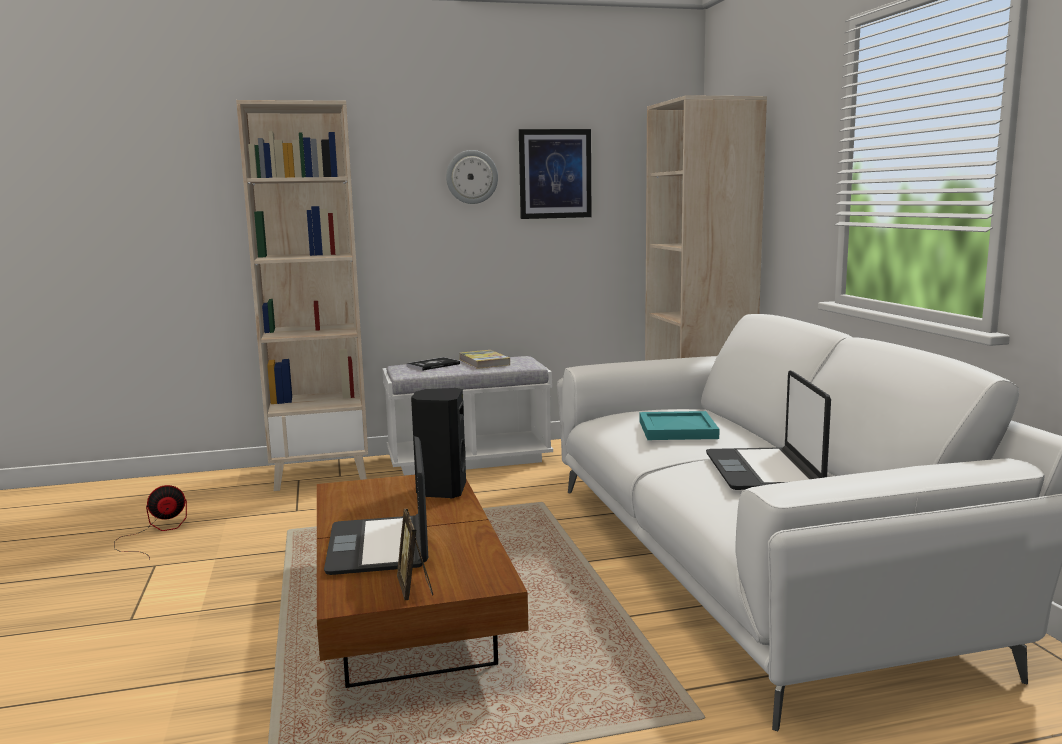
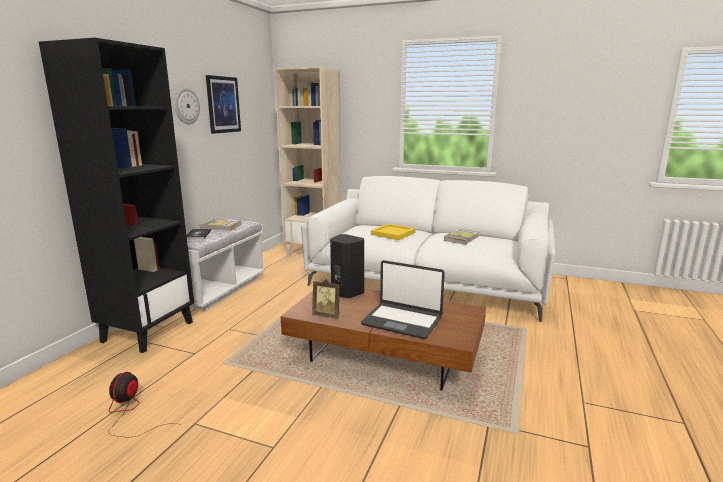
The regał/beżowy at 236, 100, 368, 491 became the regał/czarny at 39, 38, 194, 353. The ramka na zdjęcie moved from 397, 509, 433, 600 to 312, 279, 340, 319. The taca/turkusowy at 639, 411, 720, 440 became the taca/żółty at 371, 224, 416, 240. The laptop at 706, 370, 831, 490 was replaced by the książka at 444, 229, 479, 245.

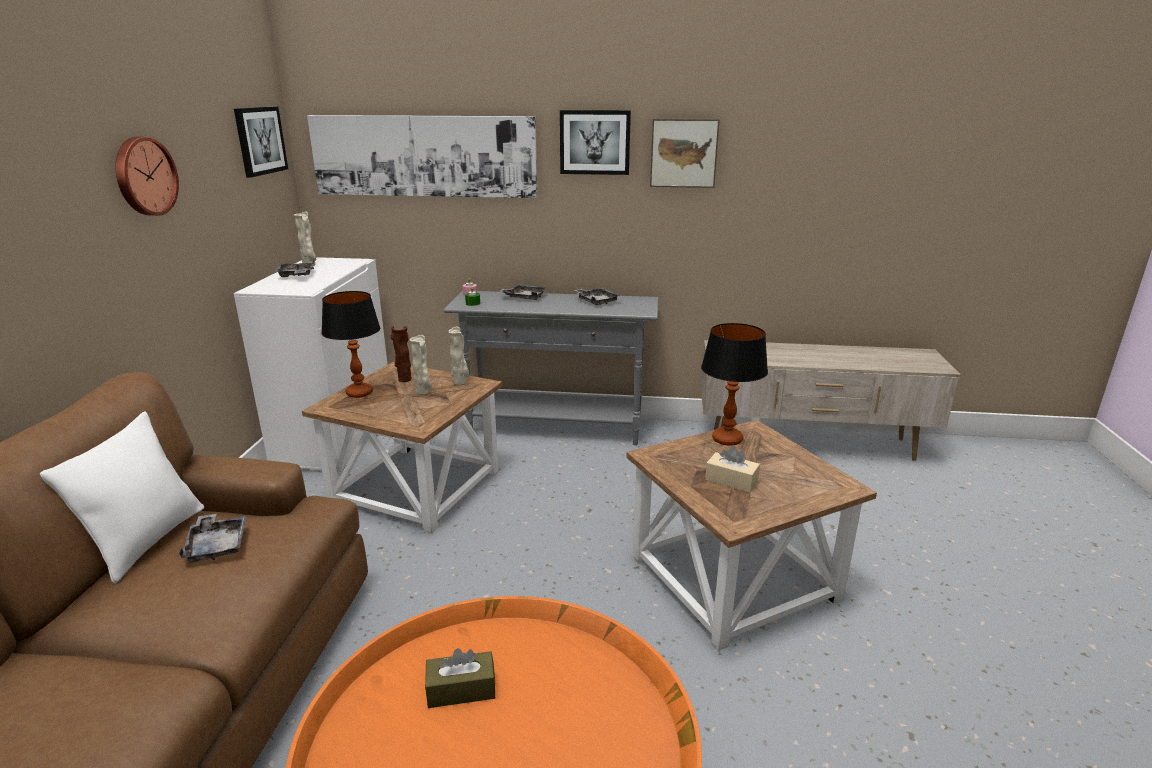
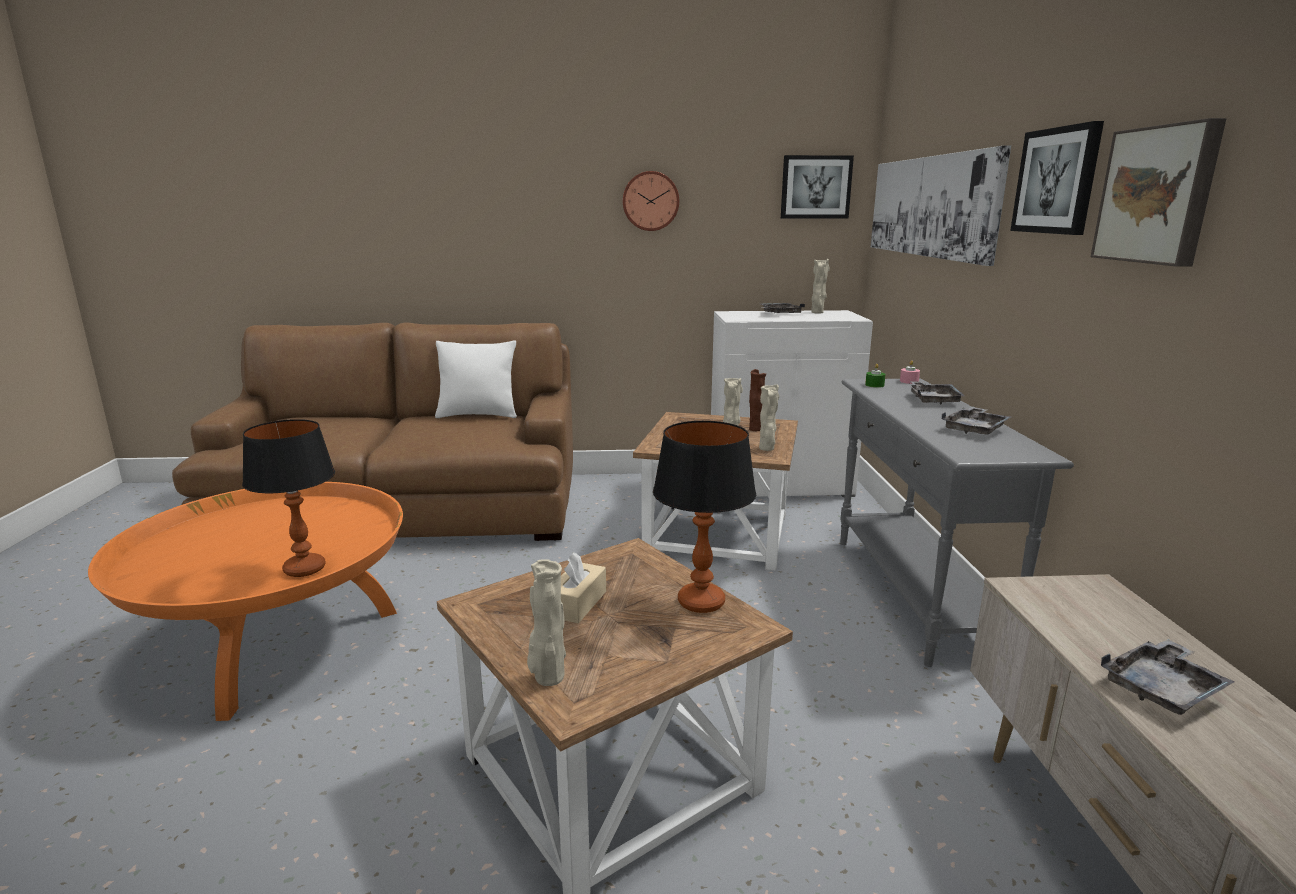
The lampa stołowa moved from 321, 291, 380, 398 to 242, 419, 335, 577. The wazon/beżowy at 527, 559, 566, 686 appeared. The taca/szary moved from 179, 513, 246, 563 to 1101, 639, 1234, 715. The pudełko chusteczek/brązowy at 425, 648, 495, 708 disappeared.

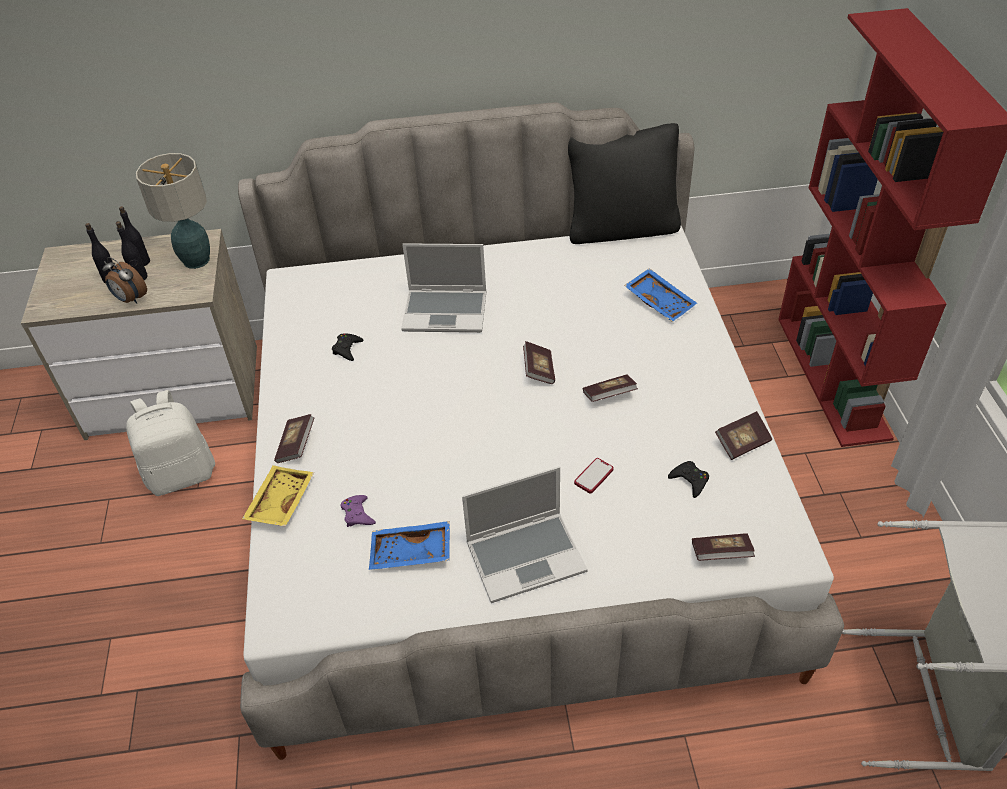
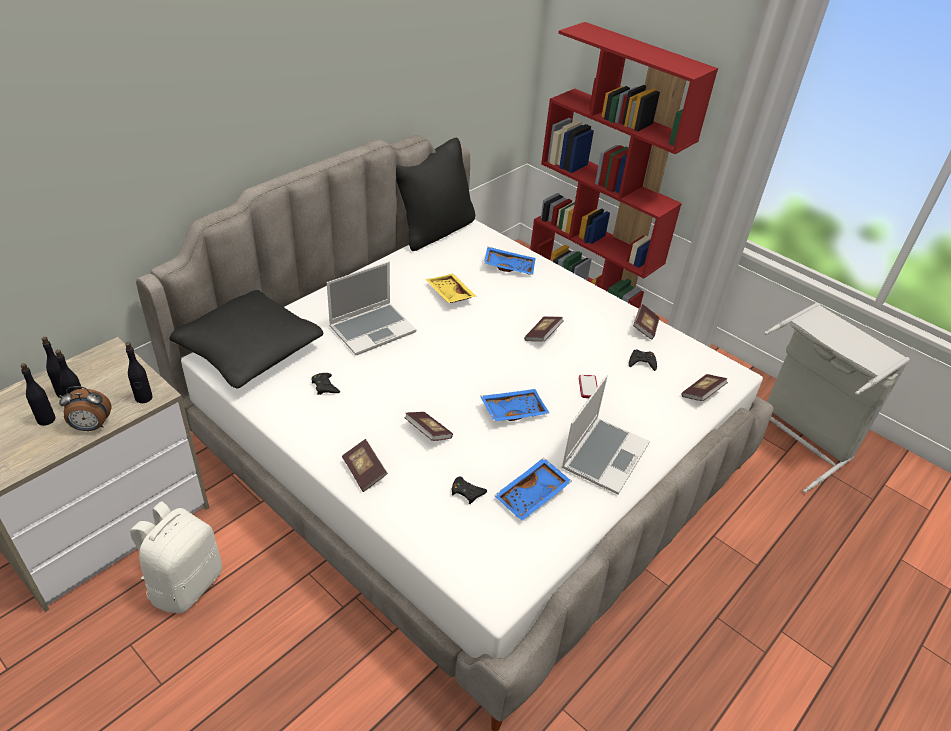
The butelka/czarny at 125, 342, 153, 403 appeared. The poduszka/czarny at 170, 290, 324, 389 appeared. The książka moved from 523, 341, 555, 384 to 404, 412, 453, 441. The taca/żółty moved from 242, 465, 314, 527 to 426, 274, 476, 303. The pad do gier/fioletowy at 341, 495, 376, 527 became the pad do gier/czarny at 452, 476, 487, 504. The taca/niebieski at 480, 389, 550, 421 appeared. The lampa stołowa at 136, 153, 210, 269 disappeared.

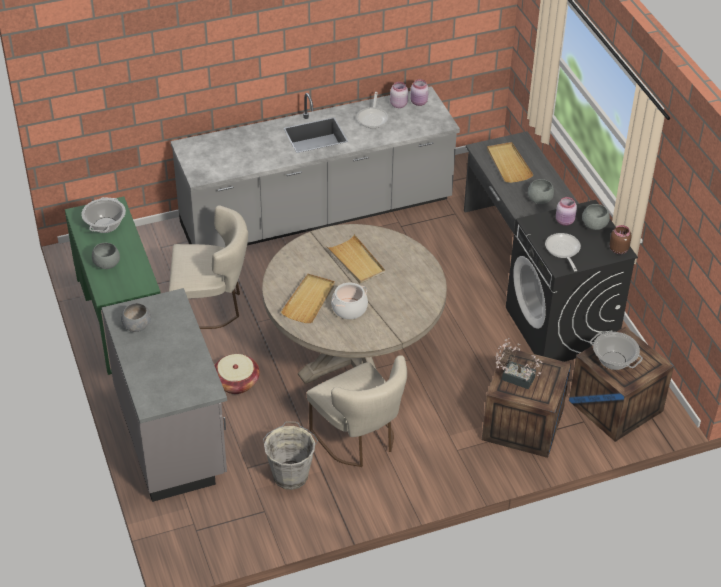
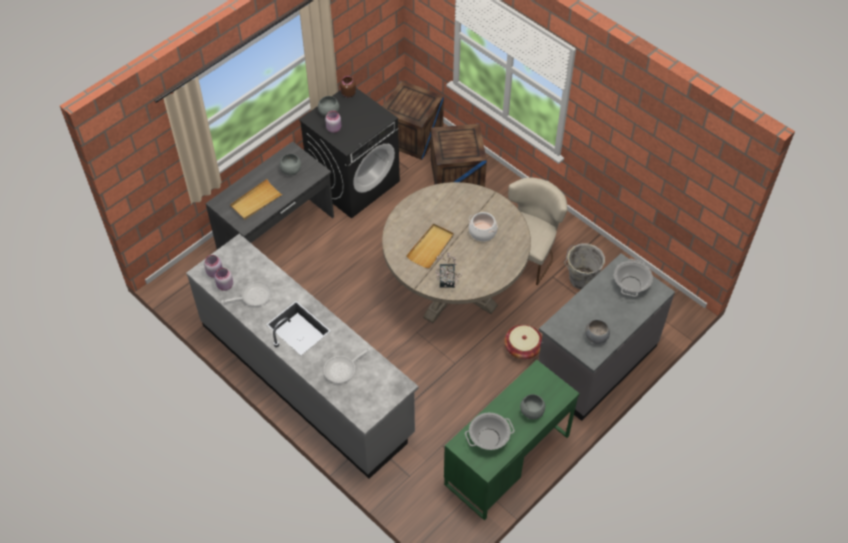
The patelnia moved from 545, 233, 581, 271 to 324, 348, 371, 383. The roślina doniczkowa moved from 495, 338, 543, 389 to 435, 252, 462, 288. The garnek moved from 590, 332, 643, 370 to 614, 259, 653, 297. The krzesło/beżowy at 169, 205, 248, 329 disappeared. The taca/beżowy at 281, 274, 335, 323 disappeared.

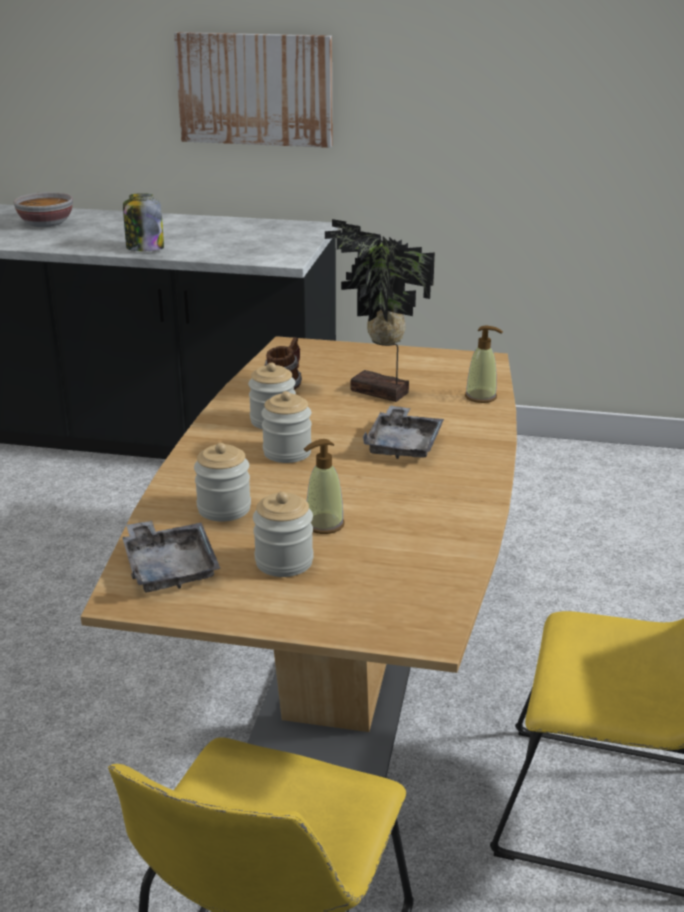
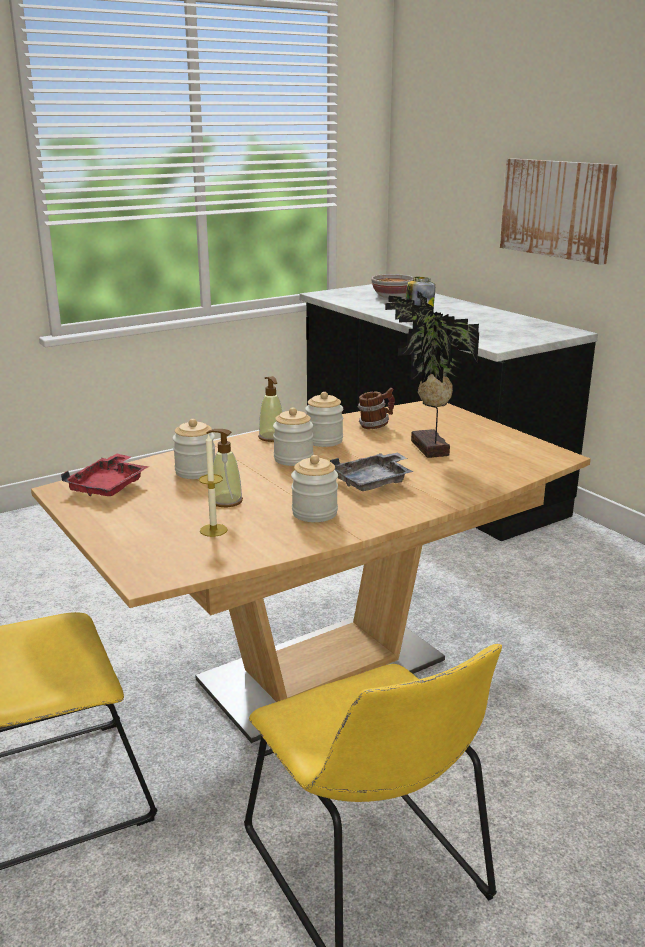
The taca/szary at 122, 520, 221, 592 became the taca/czerwony at 61, 453, 149, 496. The świeca at 199, 433, 228, 537 appeared. The dozownik mydła moved from 465, 326, 503, 403 to 258, 376, 282, 442. The słoik moved from 253, 492, 313, 577 to 291, 455, 338, 522.

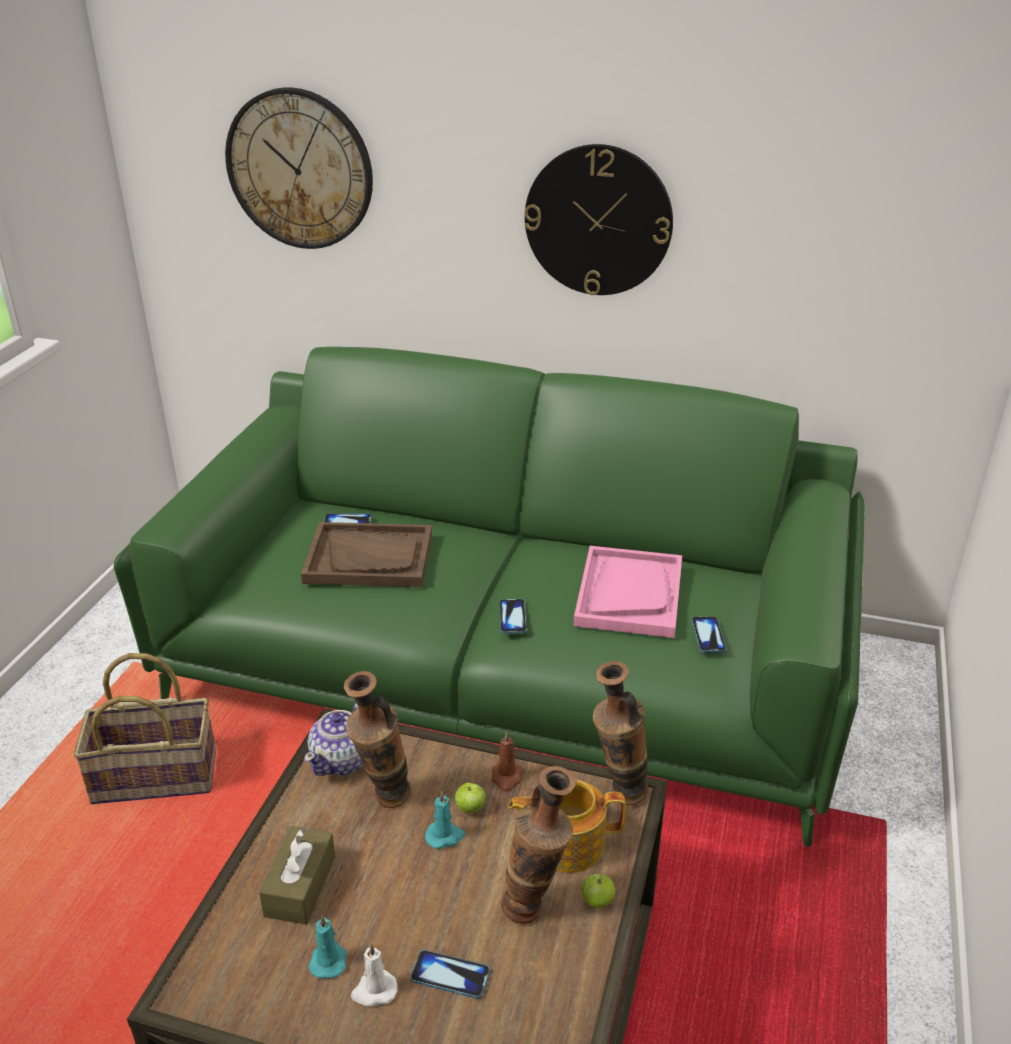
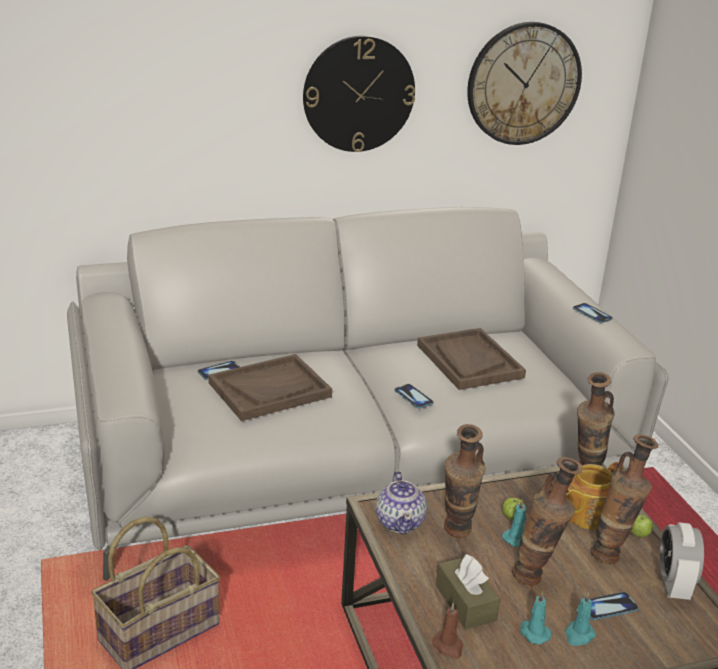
The kanapa/zielony at 114, 347, 865, 847 became the kanapa/szary at 67, 207, 668, 581. The taca/różowy at 574, 546, 682, 638 became the taca/brązowy at 417, 328, 526, 390. The świeca/brązowy moved from 492, 732, 523, 792 to 432, 603, 463, 659. The zegar ścienny moved from 225, 87, 373, 249 to 467, 22, 582, 145. The wazon at 512, 457, 583, 586 appeared. The świeca/biały at 351, 943, 397, 1007 became the świeca/turkusowy at 565, 592, 596, 646. The telefon moved from 691, 616, 727, 653 to 573, 303, 613, 323. The budzik at 659, 522, 704, 600 appeared.

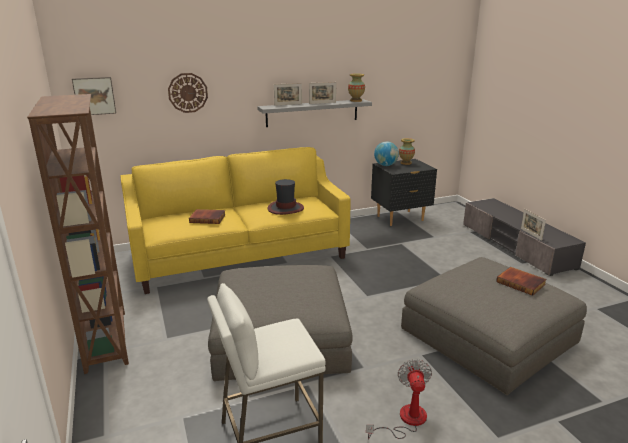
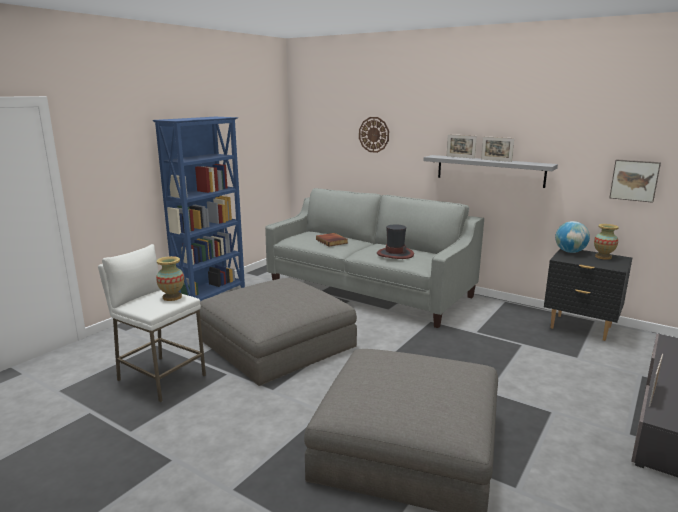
The regał/brązowy at 27, 94, 129, 374 became the regał/niebieski at 152, 117, 245, 301. The wazon moved from 348, 74, 365, 102 to 156, 256, 184, 301. The kanapa/żółty at 120, 147, 351, 294 became the kanapa/szary at 265, 188, 484, 328. The obraz moved from 72, 77, 116, 115 to 609, 159, 661, 203. The wentylator at 366, 359, 432, 439 disappeared. The książka at 496, 267, 547, 296 disappeared.

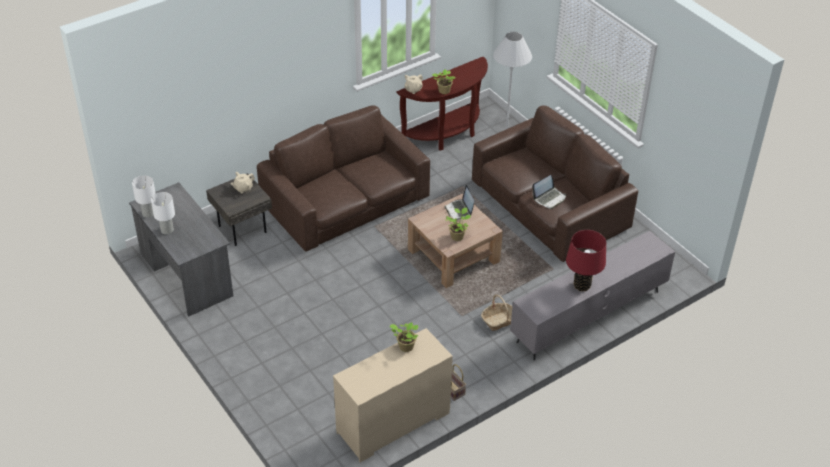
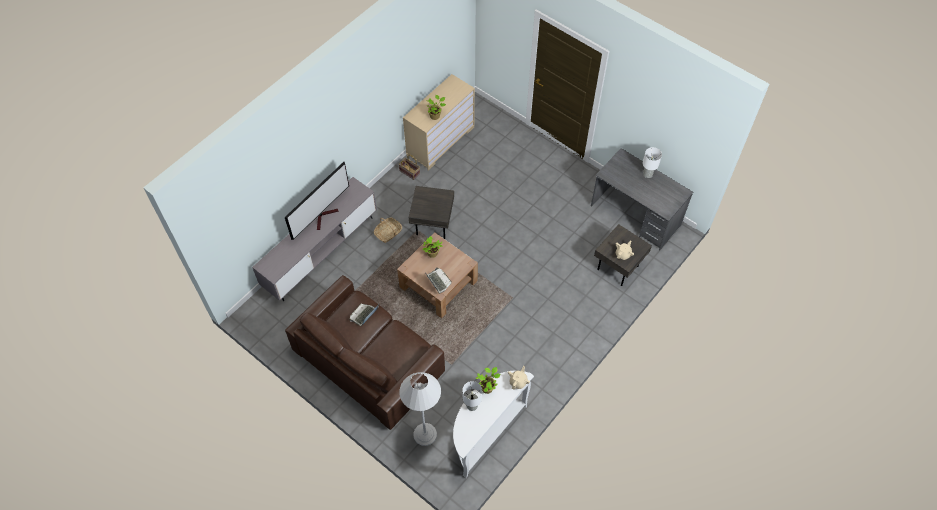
The lampa stołowa/czerwony at 566, 230, 606, 291 was replaced by the telewizor at 285, 162, 349, 240. The stolik/szary at 409, 186, 454, 239 appeared. The stolik konsolowy/brązowy at 397, 57, 488, 151 became the stolik konsolowy/biały at 453, 370, 534, 478. The lampa stołowa/biały moved from 132, 175, 156, 218 to 462, 381, 482, 411. The kanapa/brązowy at 257, 105, 430, 252 disappeared.

